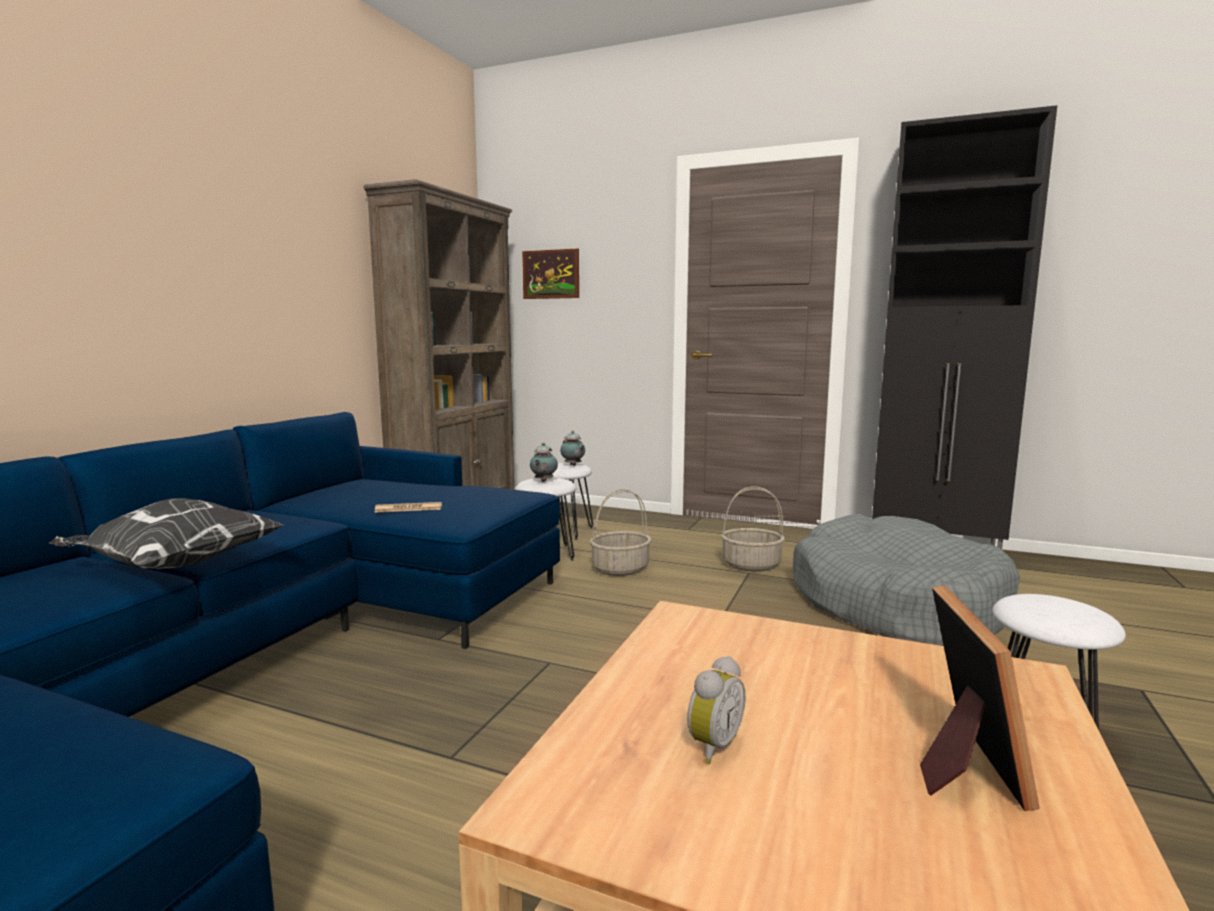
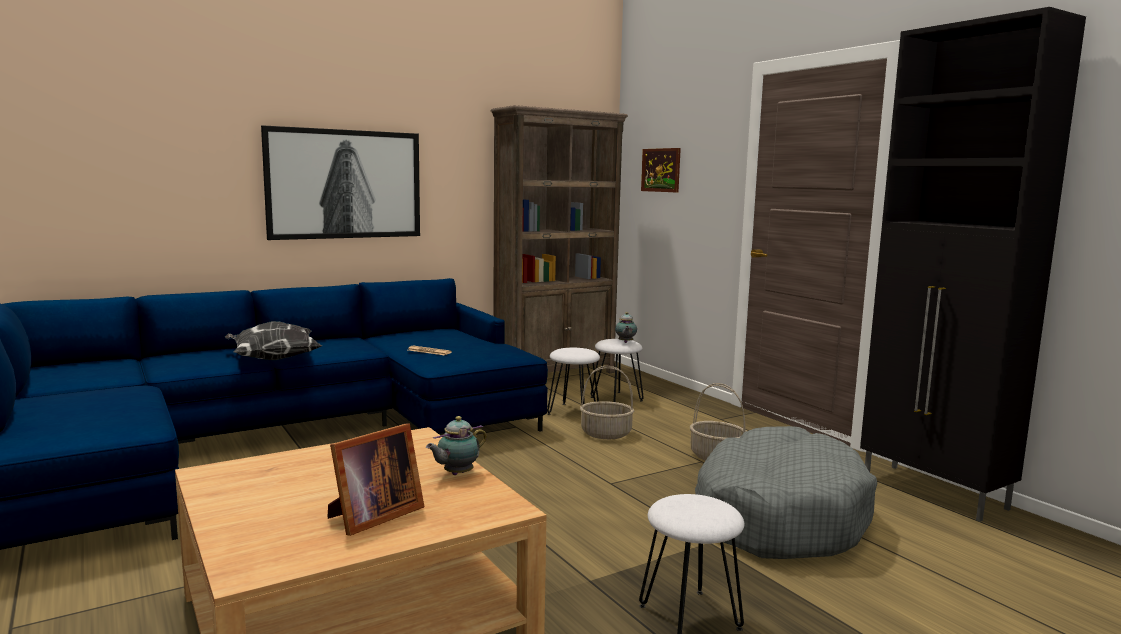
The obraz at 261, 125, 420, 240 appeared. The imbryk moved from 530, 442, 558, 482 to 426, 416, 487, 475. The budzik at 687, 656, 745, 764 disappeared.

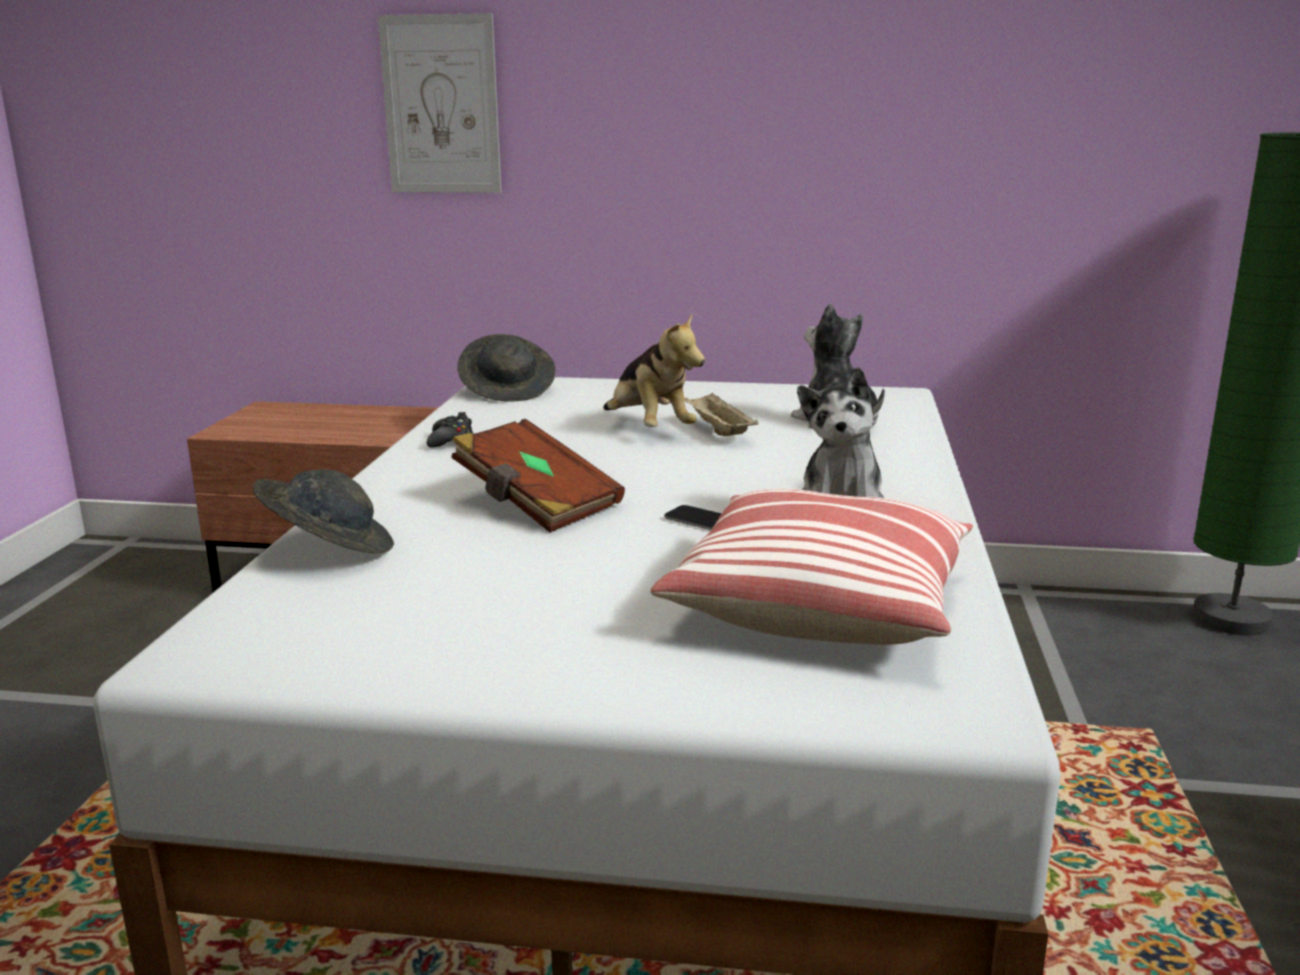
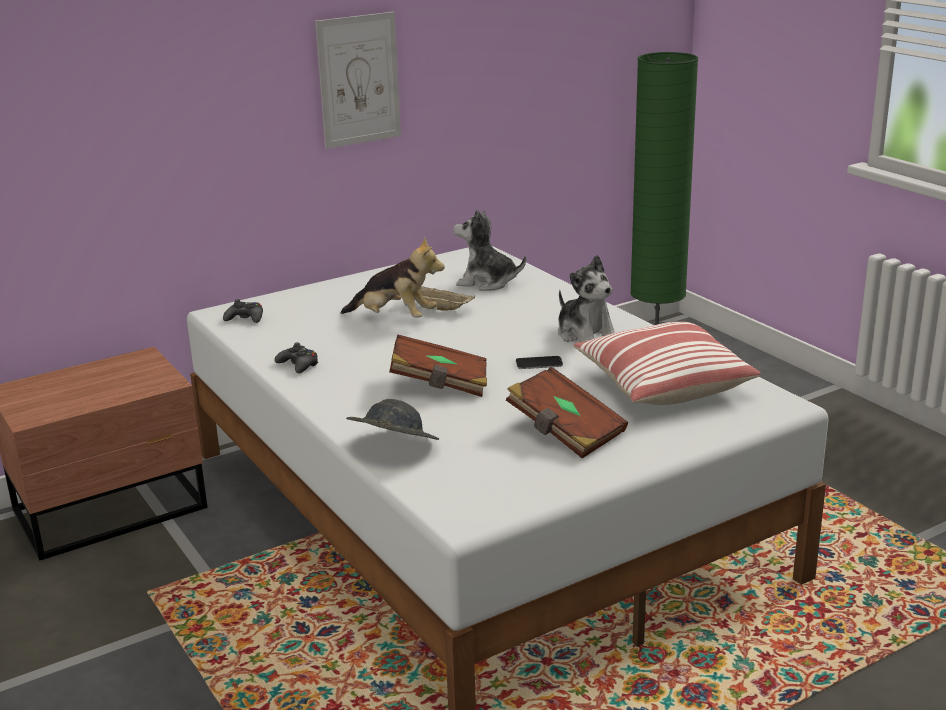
The kapelusz/szary at 457, 334, 556, 402 was replaced by the pad do gier/czarny at 223, 299, 263, 323. The obraz moved from 378, 13, 501, 193 to 315, 12, 401, 149. The książka/brązowy at 506, 367, 628, 458 appeared.

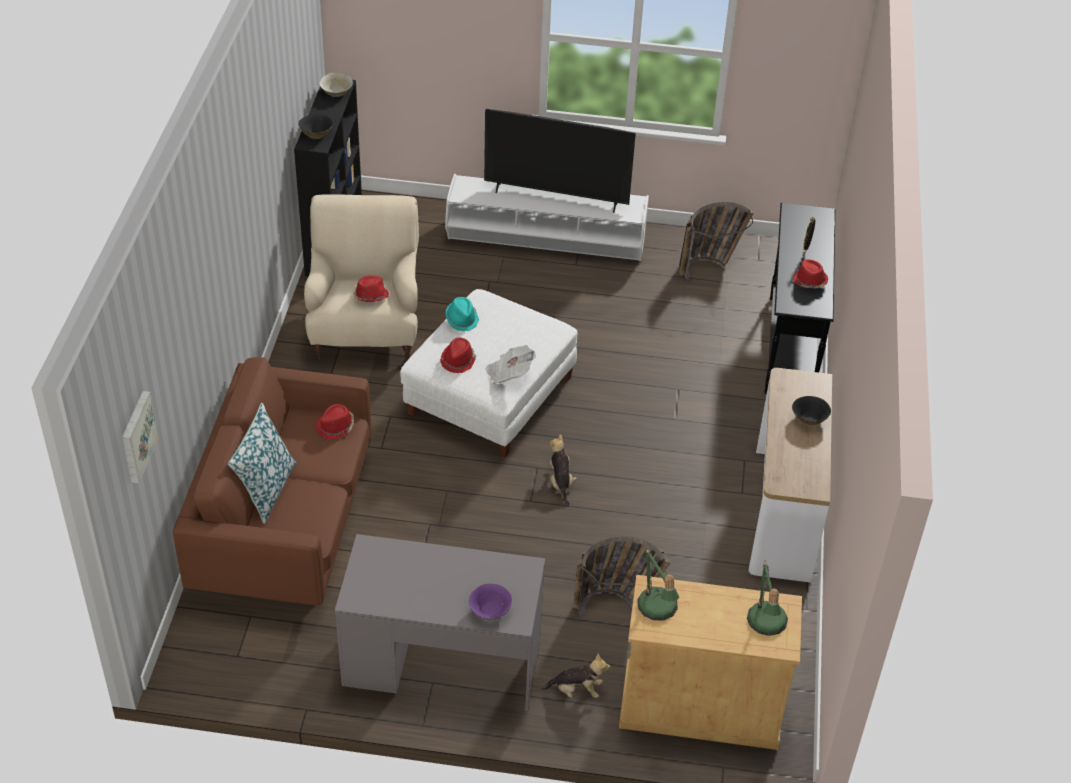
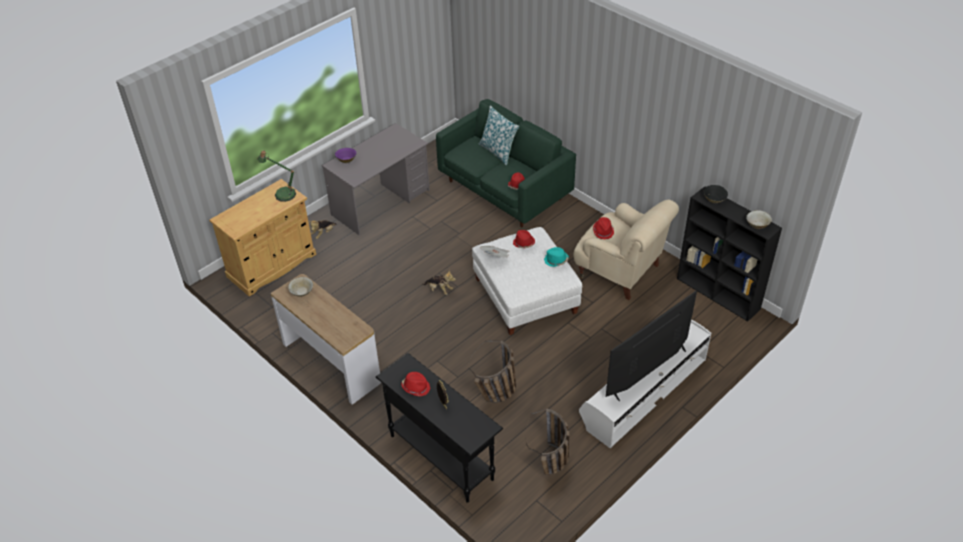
The miska/beżowy at 288, 277, 313, 297 appeared. The kanapa/brązowy at 173, 357, 372, 605 became the kanapa/zielony at 436, 99, 576, 227. The koszyk moved from 573, 537, 670, 616 to 468, 340, 516, 403. The obraz at 122, 391, 159, 484 disappeared. The lampa stołowa at 747, 560, 788, 636 disappeared. The miska/czarny at 792, 396, 831, 426 disappeared.

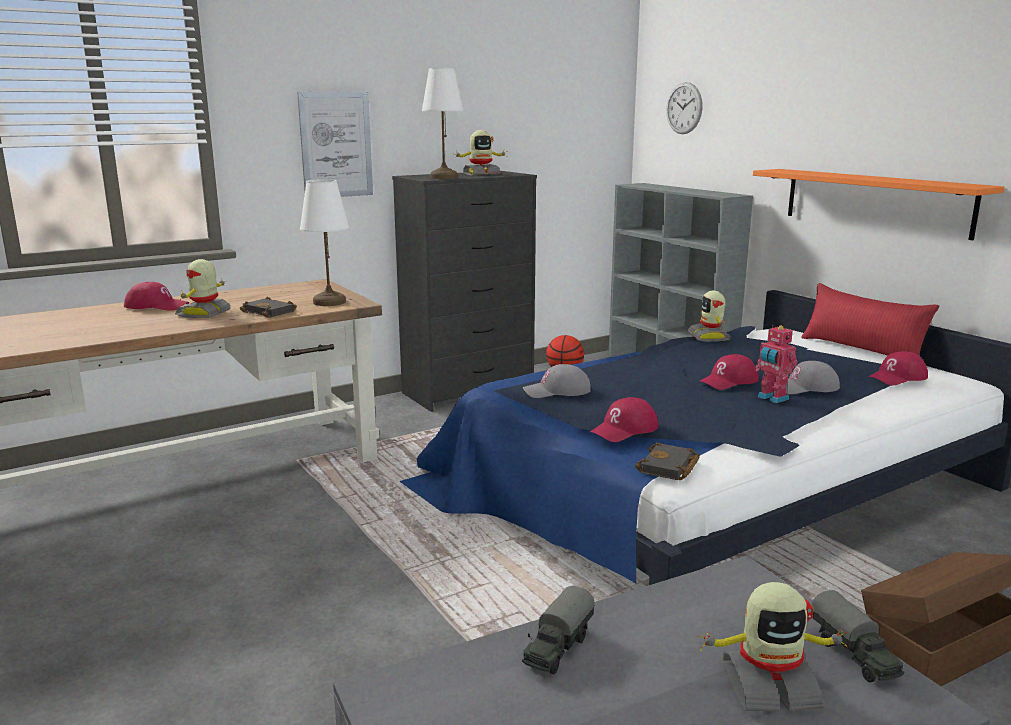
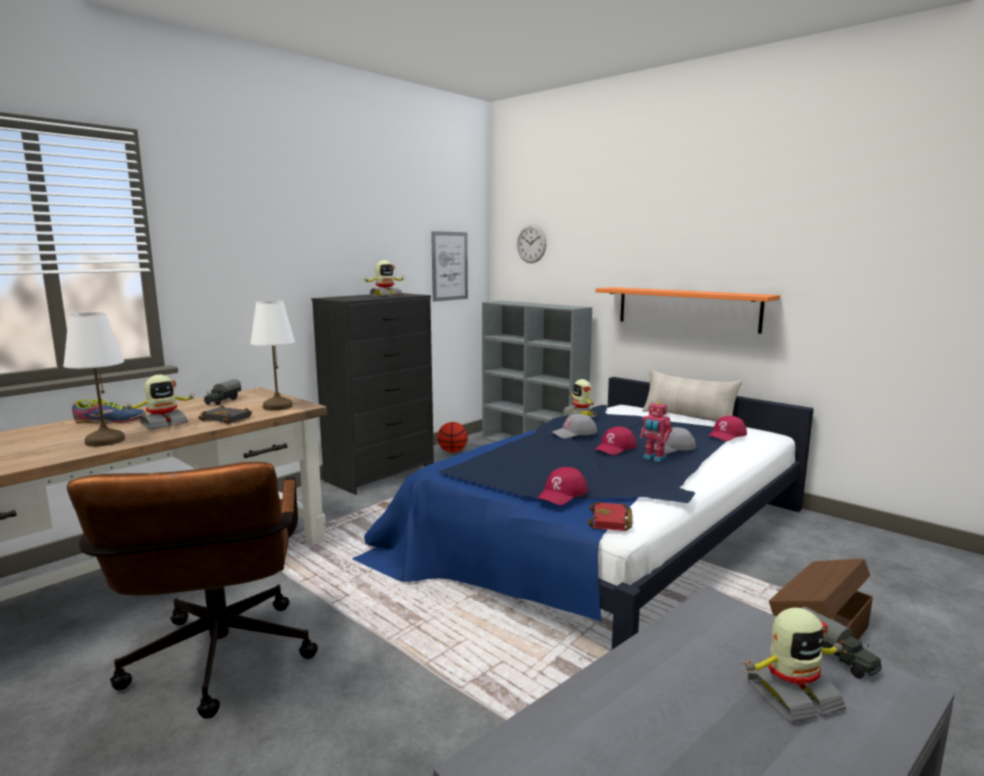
The lampa stołowa/biały moved from 422, 68, 463, 179 to 63, 312, 125, 447. The krzesło biurowe/brązowy at 67, 462, 318, 719 appeared. The czapka z daszkiem/czerwony at 124, 282, 189, 311 was replaced by the but at 72, 397, 146, 424. The robot zabawkowy at 175, 259, 231, 318 turned 135 degrees counterclockwise. The ciężarówka zabawkowa moved from 522, 586, 595, 674 to 204, 379, 241, 405. The obraz moved from 297, 92, 373, 197 to 431, 231, 468, 302. The czapka z daszkiem/szary moved from 523, 364, 591, 398 to 551, 414, 597, 438. The książka/czarny at 635, 442, 700, 480 became the książka/czerwony at 588, 502, 633, 531. The poduszka/czerwony at 801, 283, 939, 356 became the poduszka/beżowy at 642, 370, 742, 421.

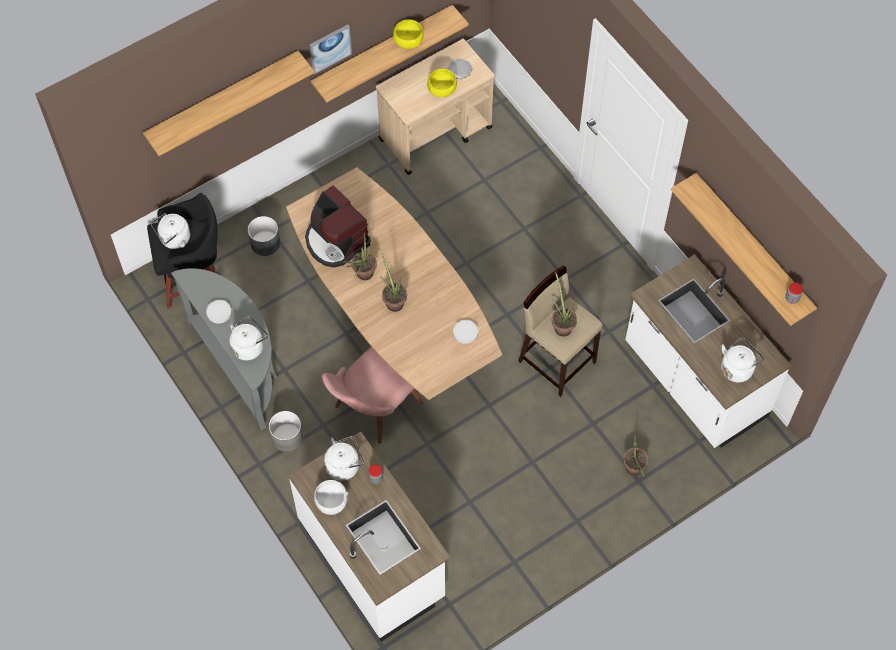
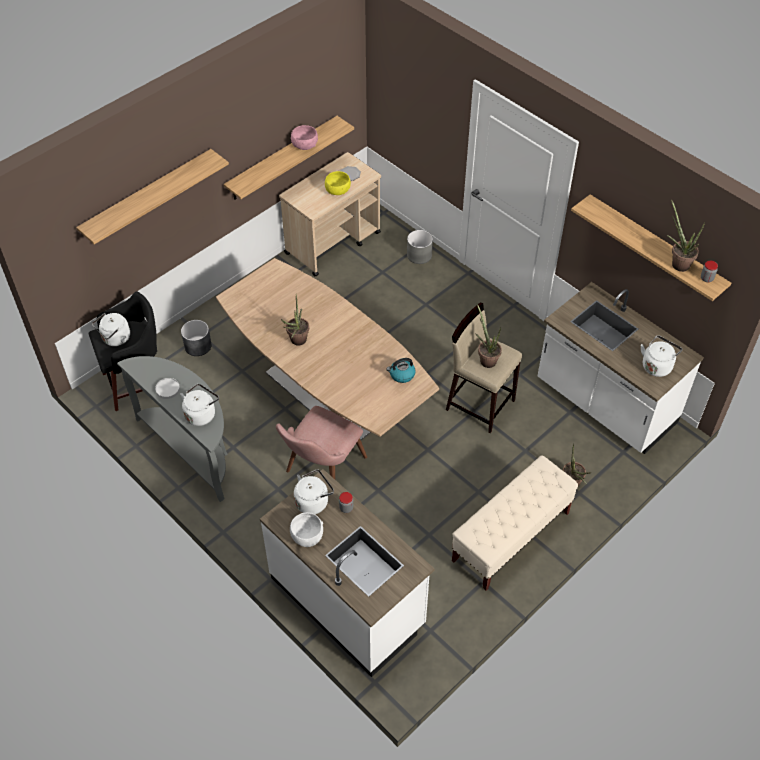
The miska/żółty at 393, 20, 424, 49 became the miska/różowy at 291, 125, 318, 150. The talerz/biały at 453, 320, 478, 344 was replaced by the czajnik at 386, 358, 416, 383. The donica/szary moved from 269, 411, 303, 452 to 407, 230, 433, 264. The ławka/beżowy at 452, 456, 578, 591 appeared. The roślina doniczkowa moved from 379, 248, 407, 312 to 667, 200, 705, 272. The ekspres do kawy at 305, 185, 370, 268 disappeared. The obraz at 310, 24, 352, 74 disappeared.

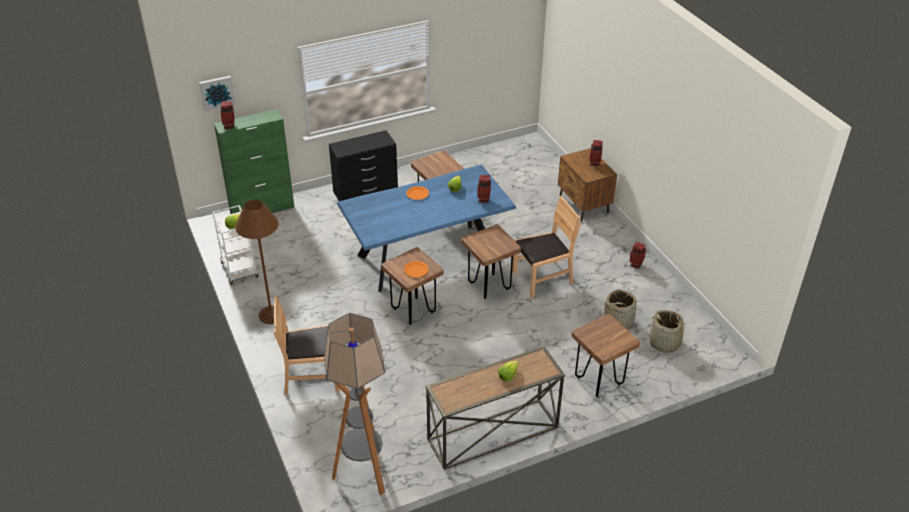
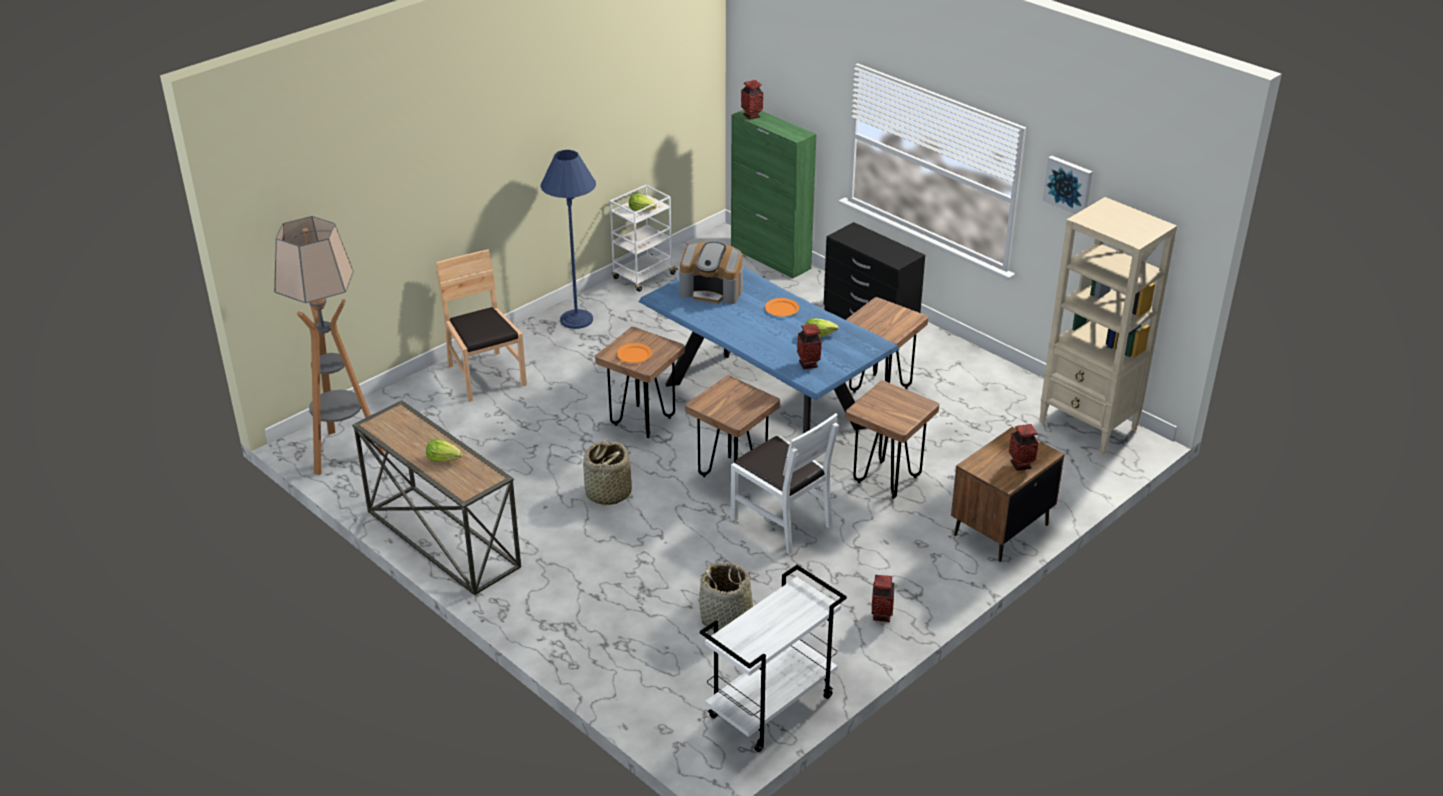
The lampa stojąca/brązowy at 235, 199, 279, 324 became the lampa stojąca/niebieski at 541, 150, 596, 329. The koszyk moved from 647, 310, 688, 353 to 583, 439, 632, 505. The ekspres do kawy at 679, 242, 743, 304 appeared. The wózek/biały at 700, 565, 847, 752 appeared. The krzesło/brązowy at 513, 196, 581, 298 became the krzesło/biały at 731, 413, 839, 554. The stołek/brązowy moved from 571, 314, 640, 397 to 845, 380, 939, 499. The regał/beżowy at 1039, 197, 1177, 454 appeared. The obraz moved from 199, 76, 235, 111 to 1043, 156, 1093, 214.

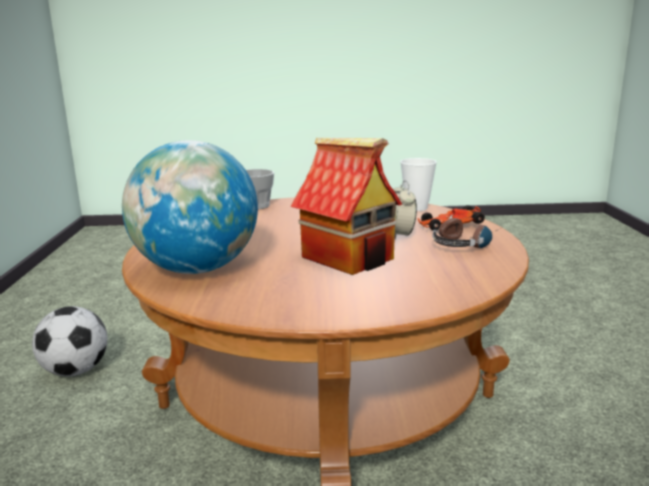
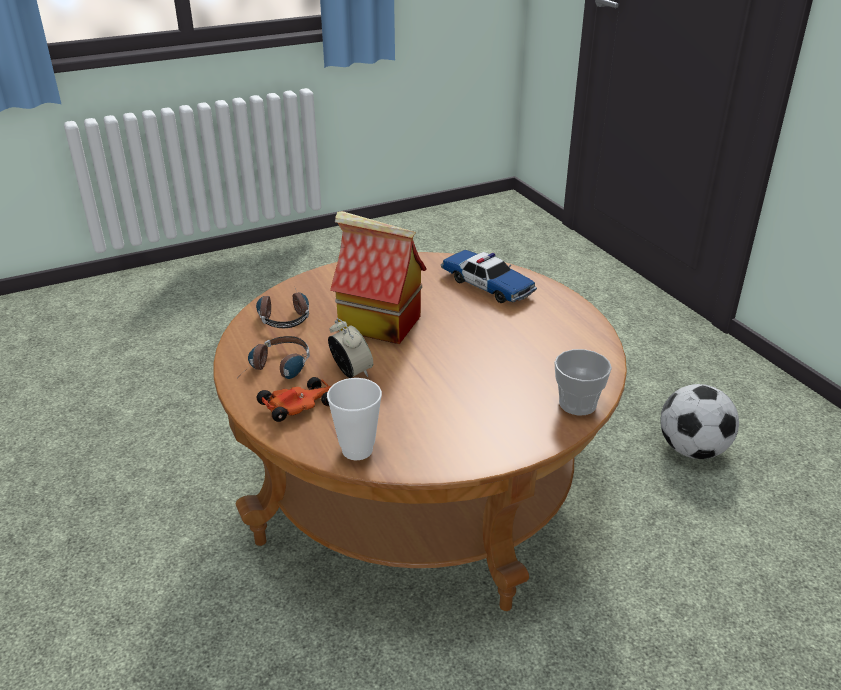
The słuchawki at 256, 288, 309, 328 appeared. The globus at 122, 140, 258, 274 was replaced by the samochodzik at 441, 250, 537, 303.

